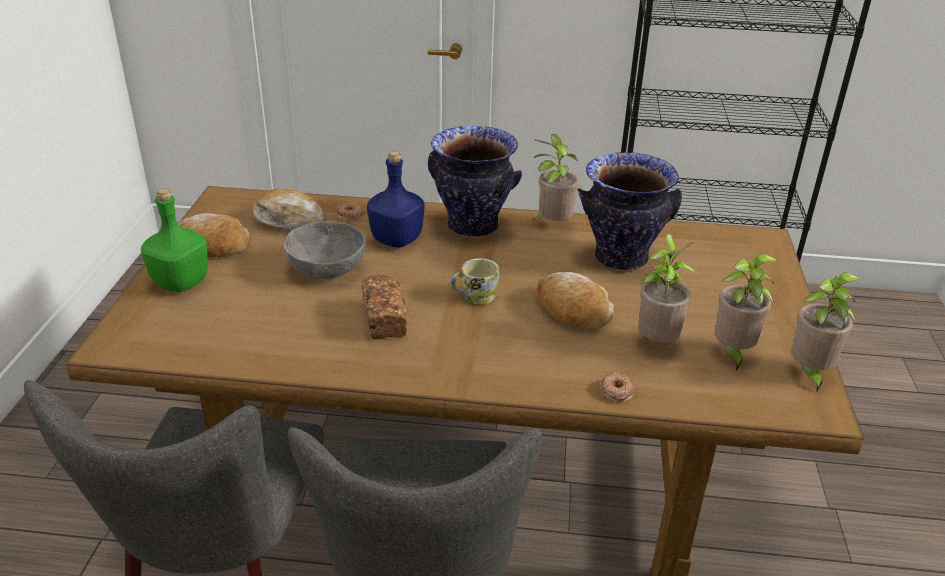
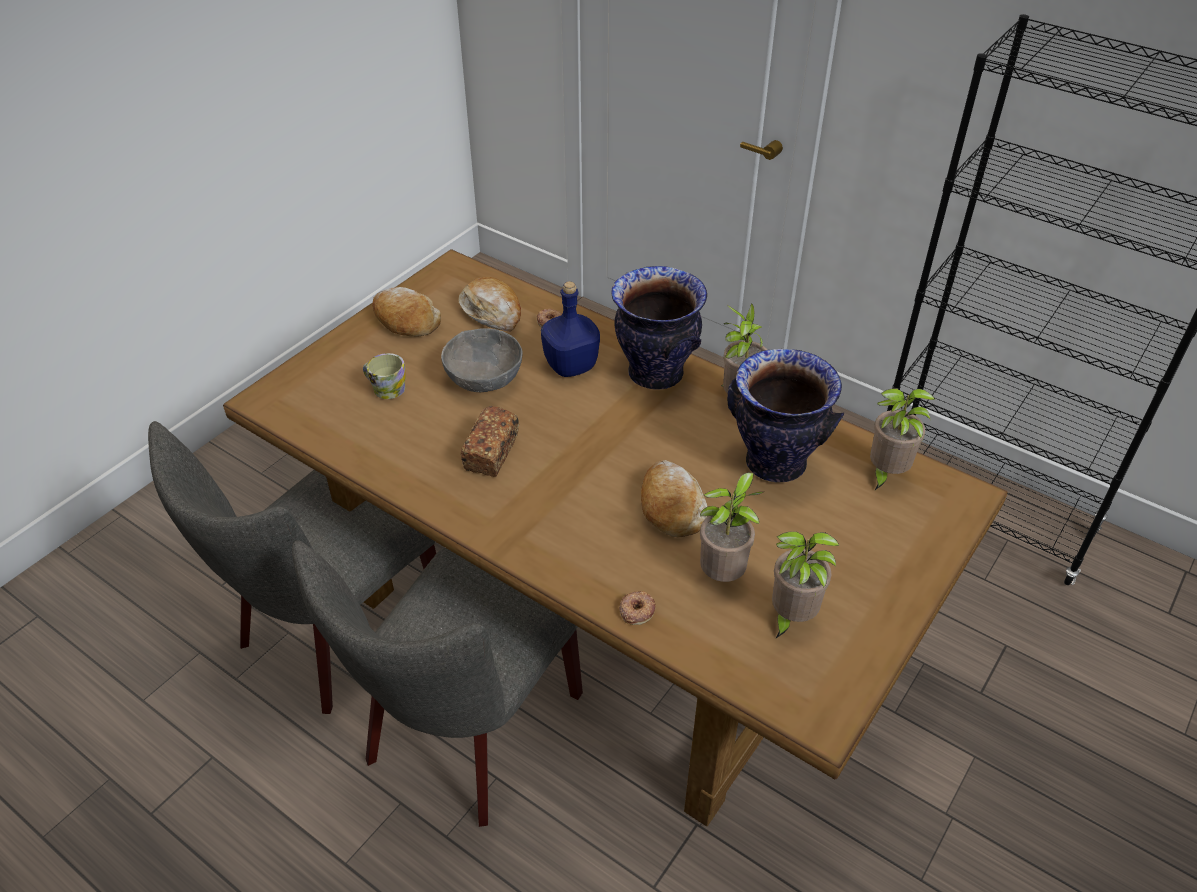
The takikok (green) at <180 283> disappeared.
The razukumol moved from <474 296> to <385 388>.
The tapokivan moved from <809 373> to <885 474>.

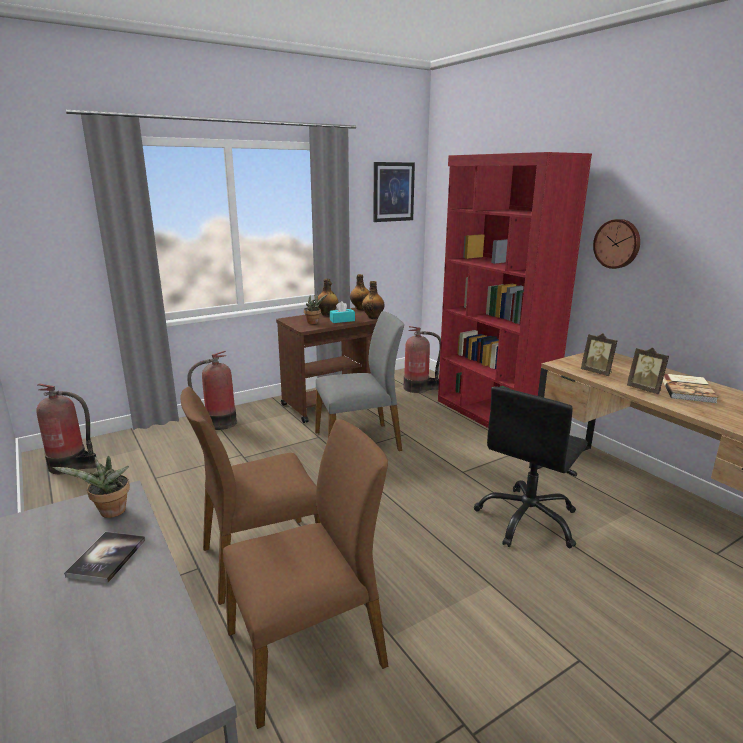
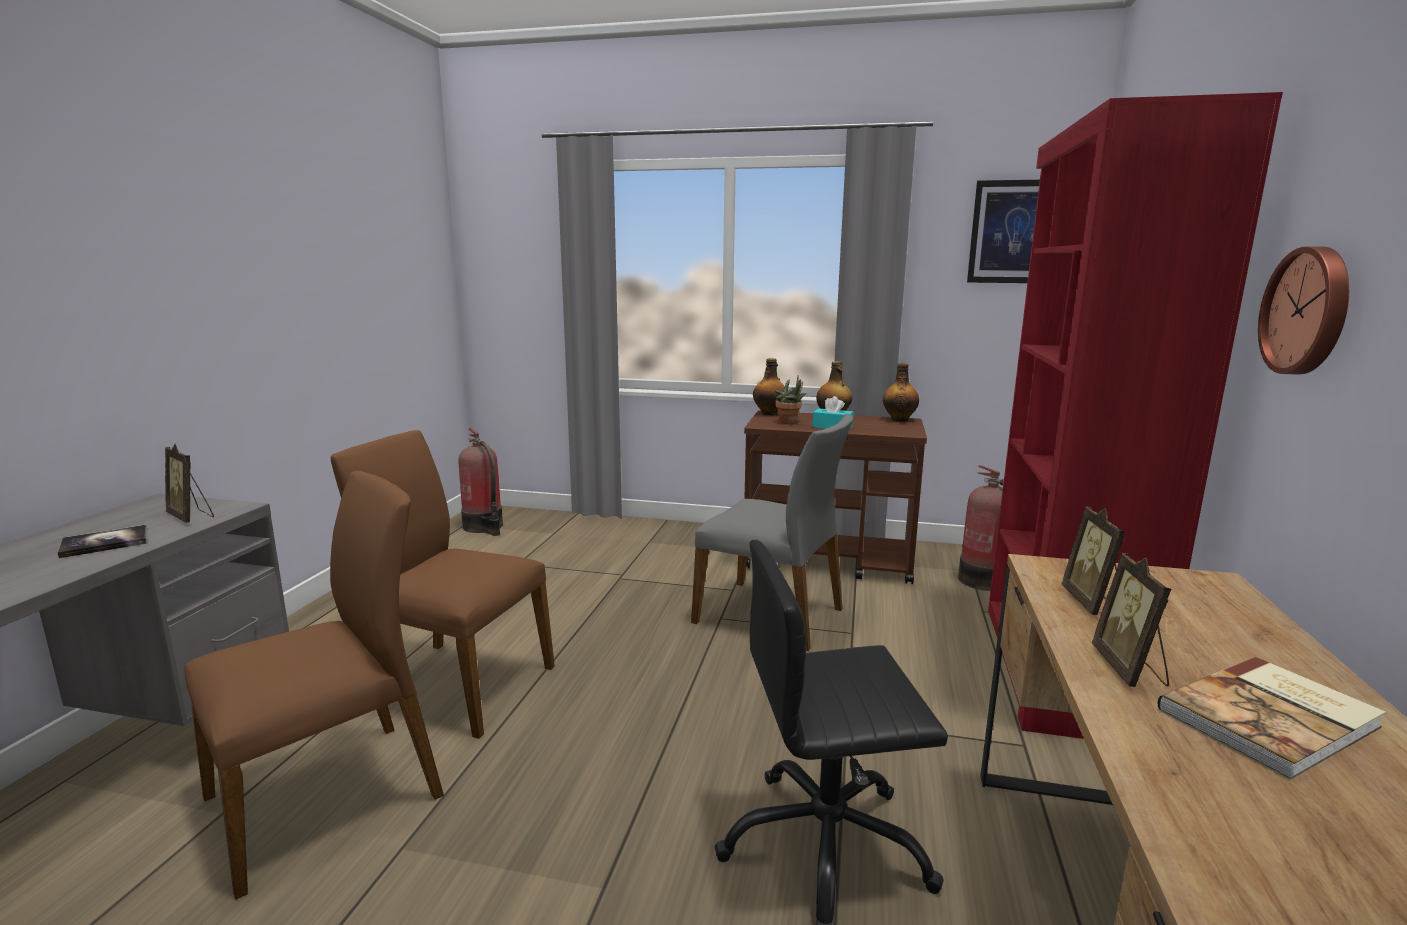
The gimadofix at <218 424> disappeared.
The takikok moved from <373 317> to <769 413>.
The tapokivan at <110 513> was replaced by the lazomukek at <191 517>.
The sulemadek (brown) at <308 649> turned 60 degrees counterclockwise.

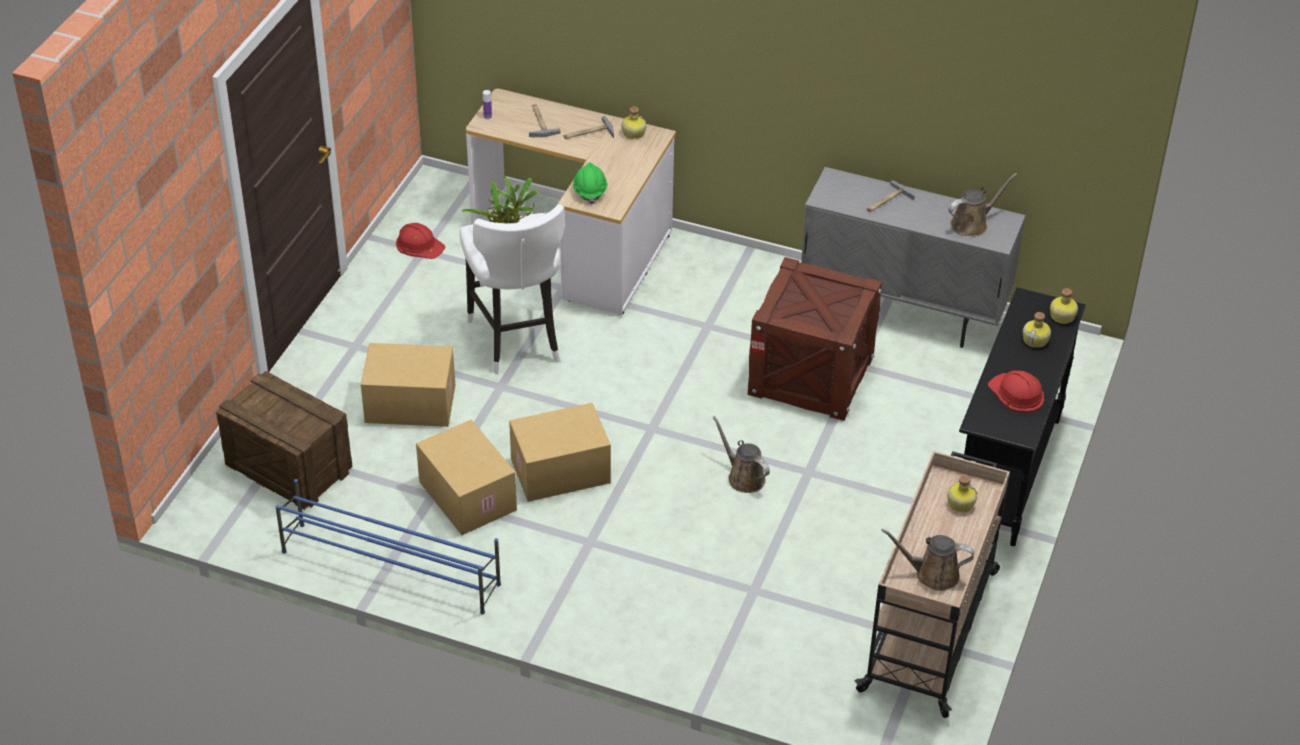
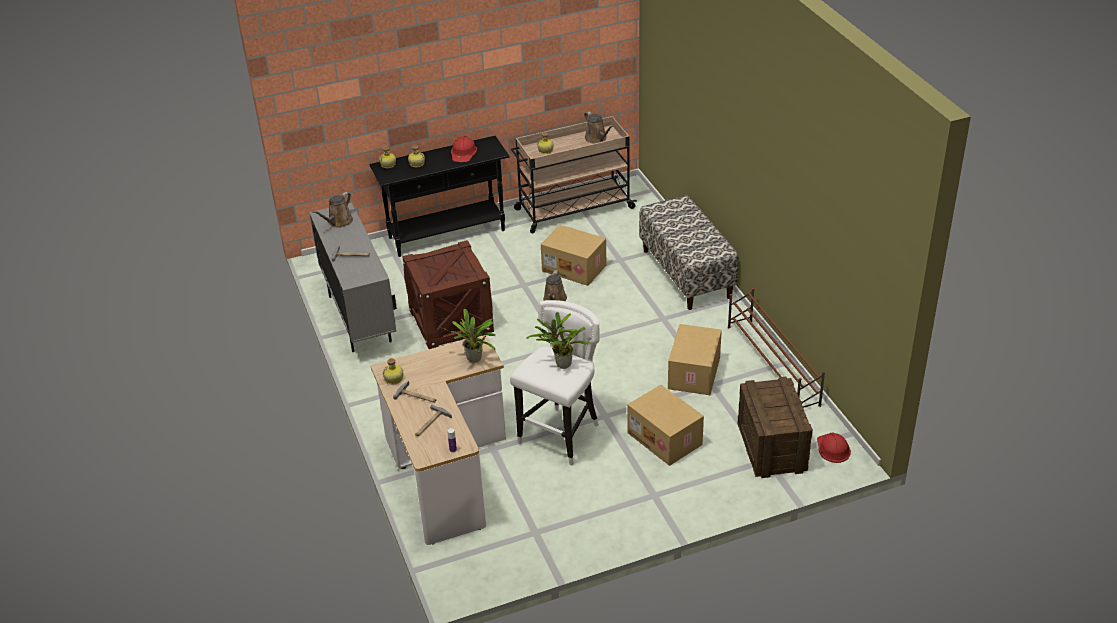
The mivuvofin at <687 274> appeared.
The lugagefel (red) moved from <419 245> to <832 448>.
The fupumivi moved from <560 472> to <575 268>.
The lugagefel (green) at <589 191> was replaced by the tapokivan at <475 360>.
The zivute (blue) at <390 567> became the zivute (brown) at <772 365>.
The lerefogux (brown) at <972 224> turned 75 degrees counterclockwise.

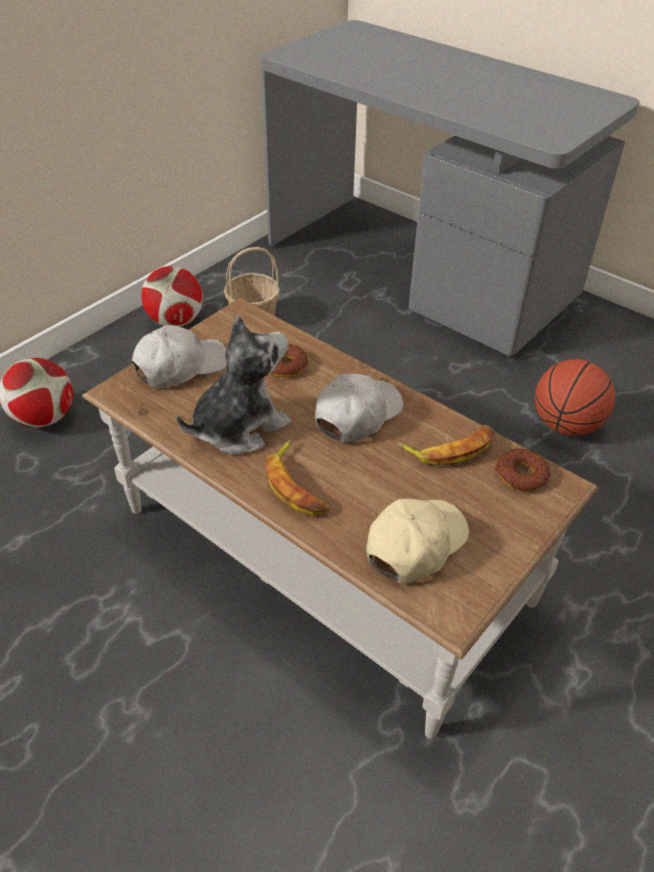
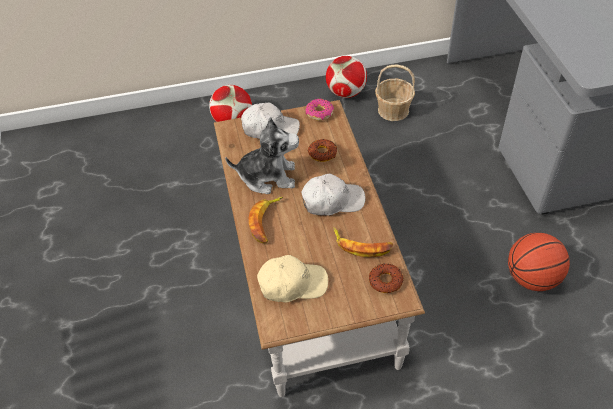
The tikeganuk at <319 113> appeared.

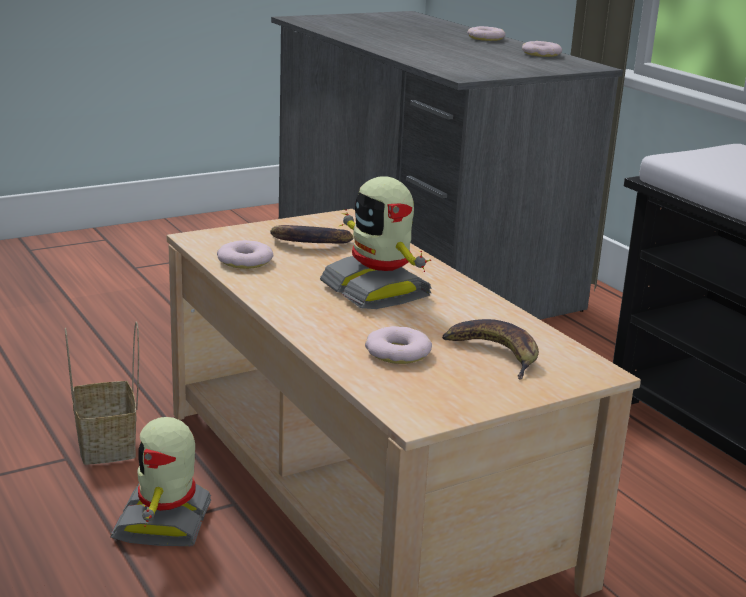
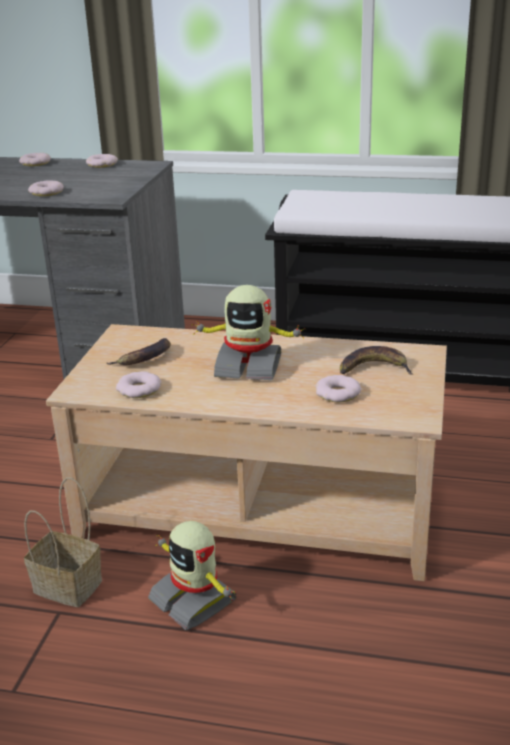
The tikeganuk at <46 192> appeared.

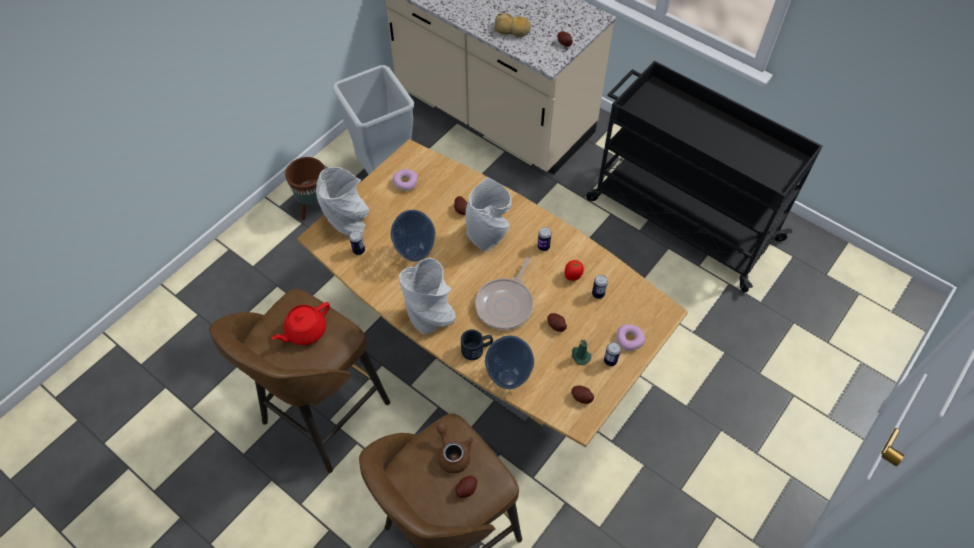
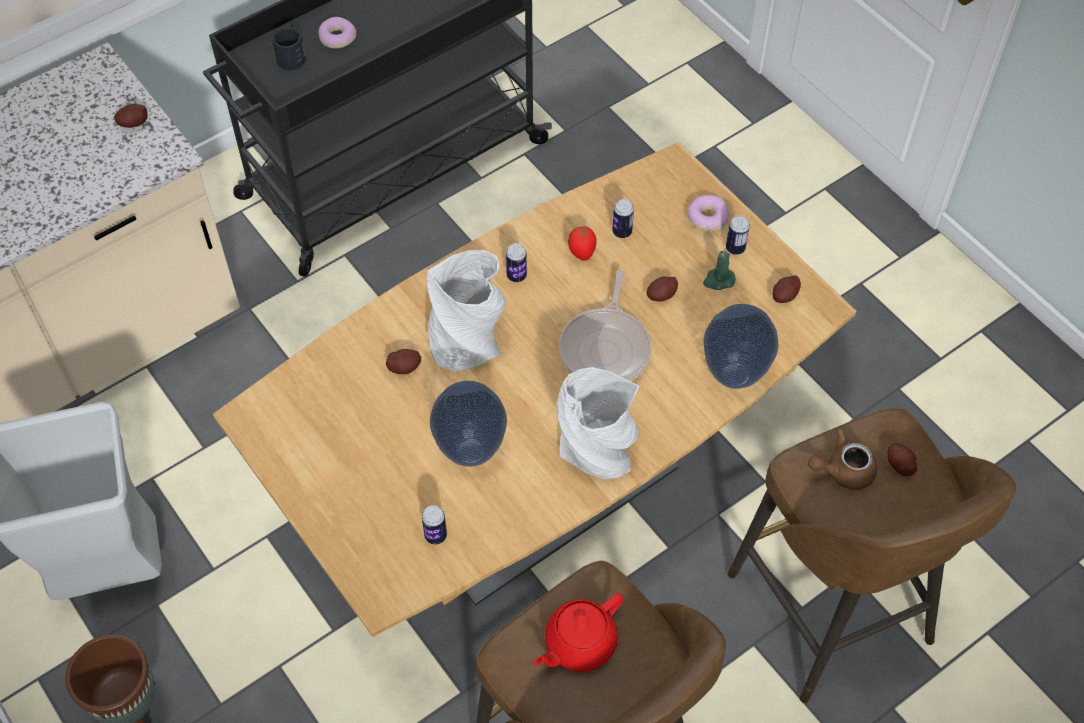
The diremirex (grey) at <348 222> disappeared.
The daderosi at <512 30> disappeared.
The tikeganuk moved from <405 182> to <337 38>.
The razukumol (black) moved from <477 349> to <291 54>.
The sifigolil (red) at <305 331> turned 75 degrees clockwise.
The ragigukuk at <506 304> turned 60 degrees clockwise.

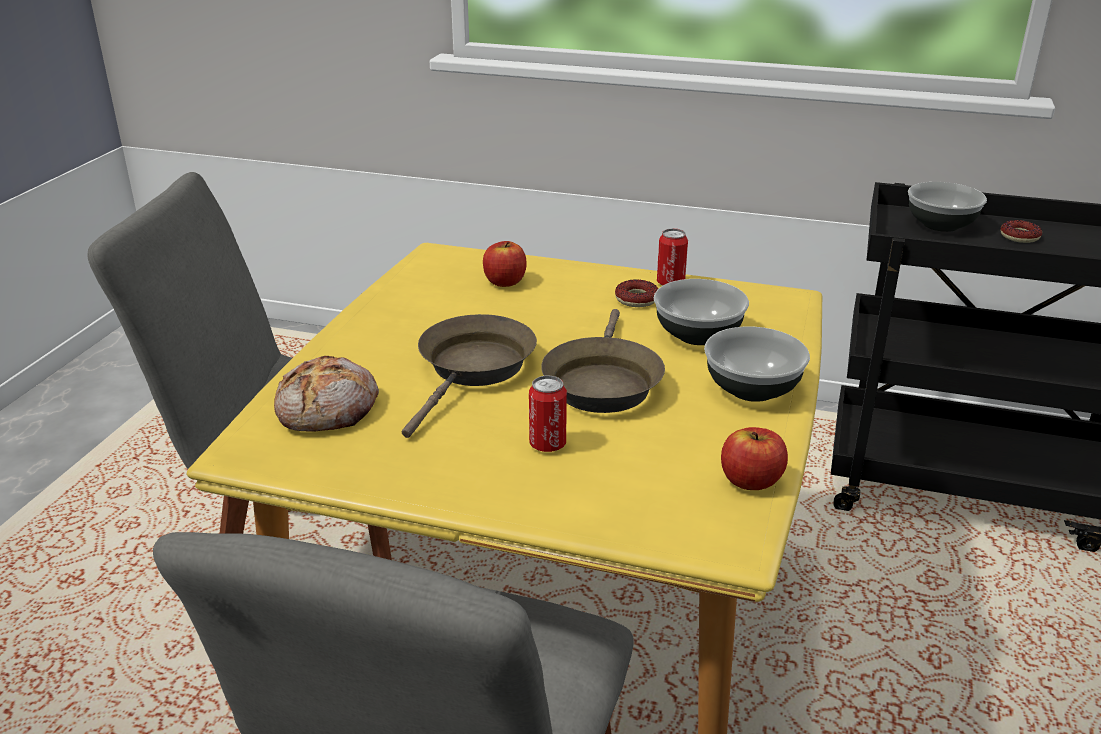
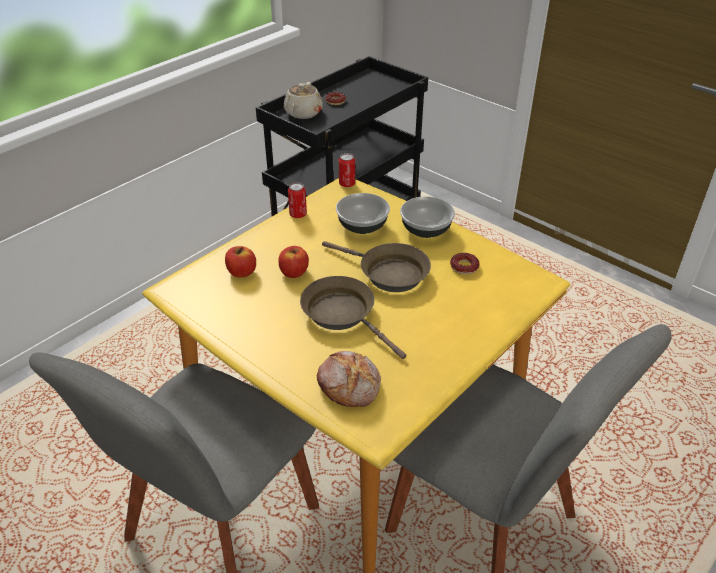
The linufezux moved from <547 444> to <347 184>.
The tikeganuk moved from <636 299> to <464 267>.
The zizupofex moved from <751 480> to <294 272>.
The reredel at <941 224> was replaced by the sifigolil (beige) at <303 113>.

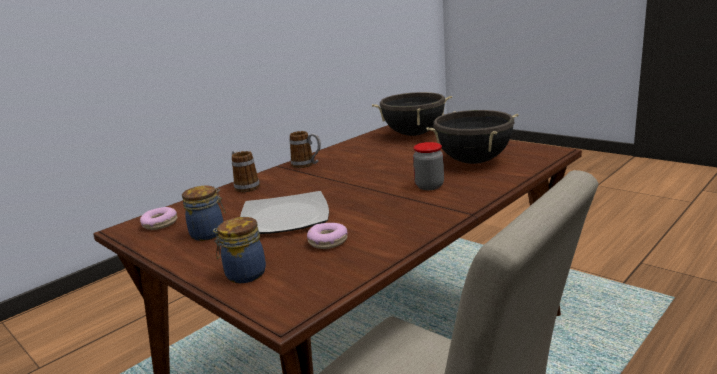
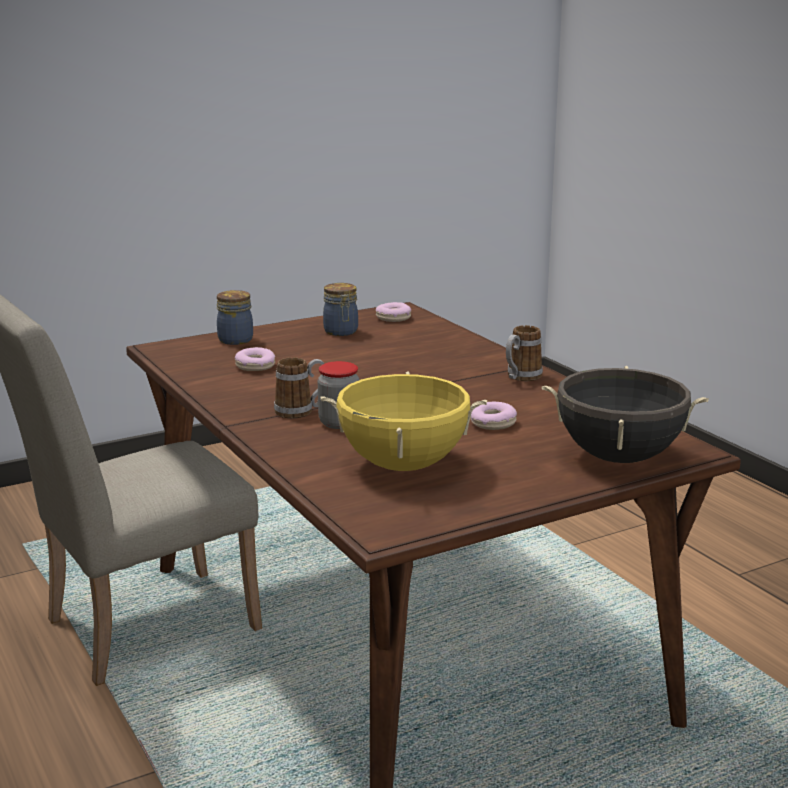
The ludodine at <284 217> disappeared.
The tikeganuk at <492 423> appeared.
The razukumol moved from <245 186> to <301 411>.
The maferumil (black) at <474 161> became the maferumil (yellow) at <403 465>.

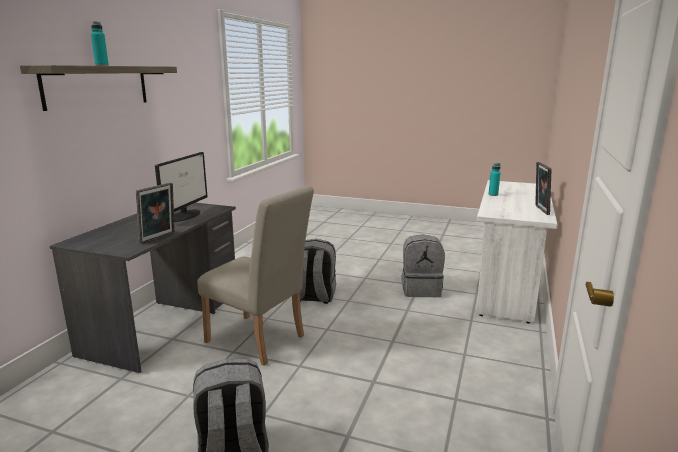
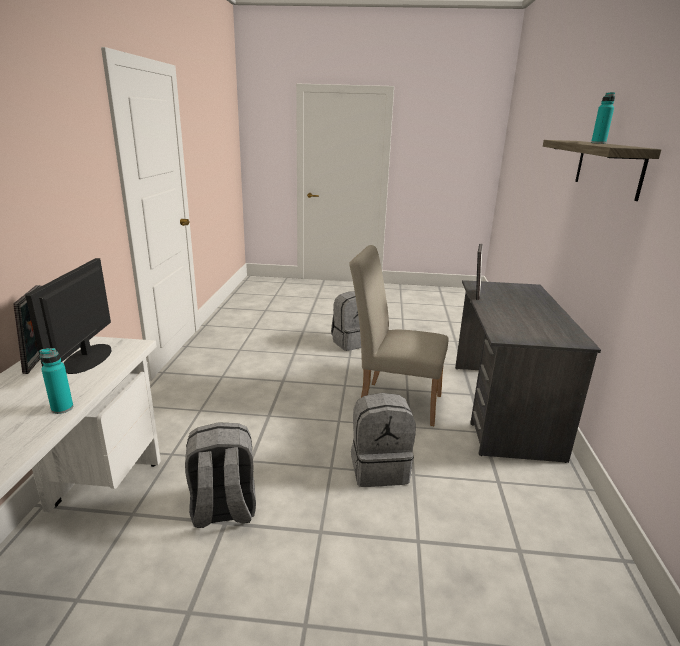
The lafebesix moved from <185 215> to <86 358>.

